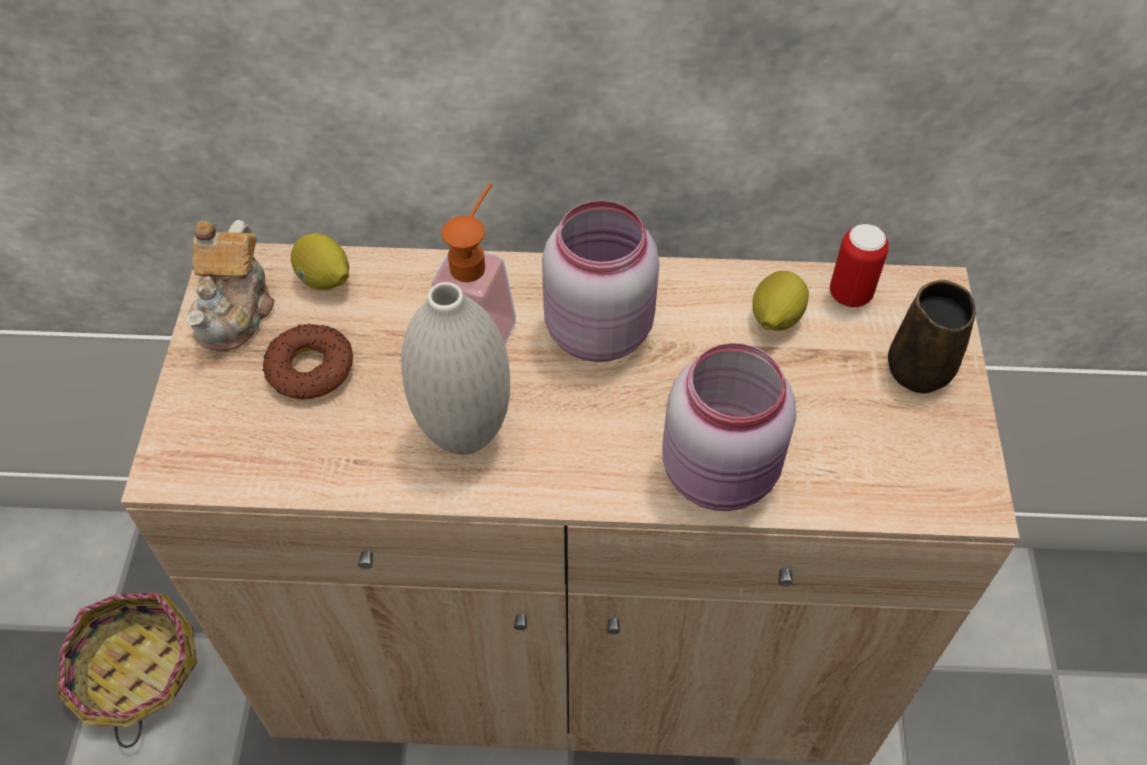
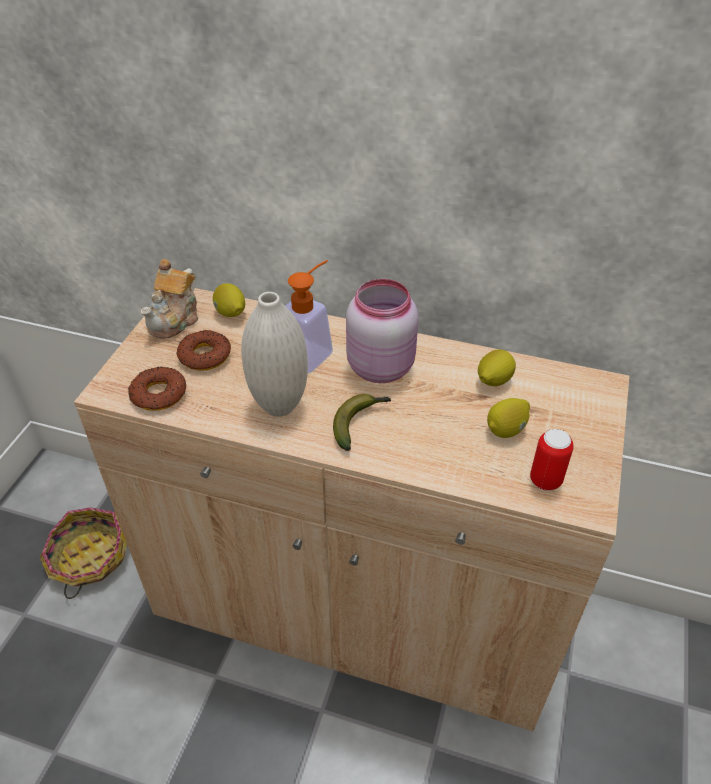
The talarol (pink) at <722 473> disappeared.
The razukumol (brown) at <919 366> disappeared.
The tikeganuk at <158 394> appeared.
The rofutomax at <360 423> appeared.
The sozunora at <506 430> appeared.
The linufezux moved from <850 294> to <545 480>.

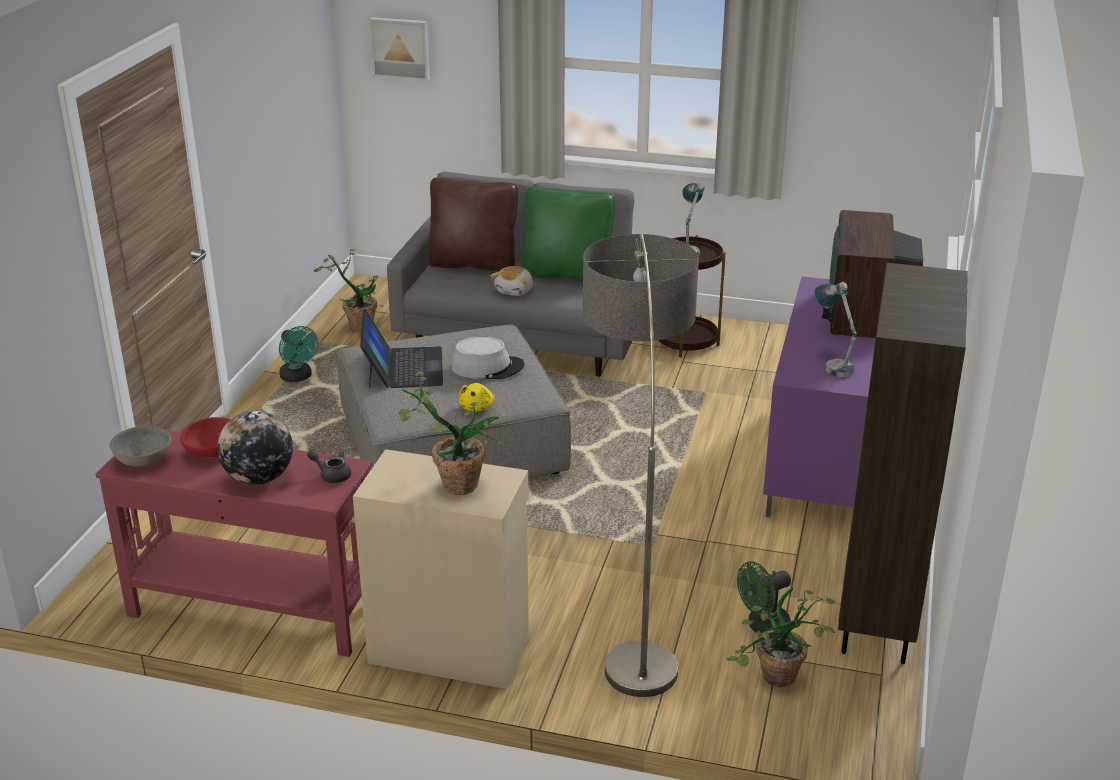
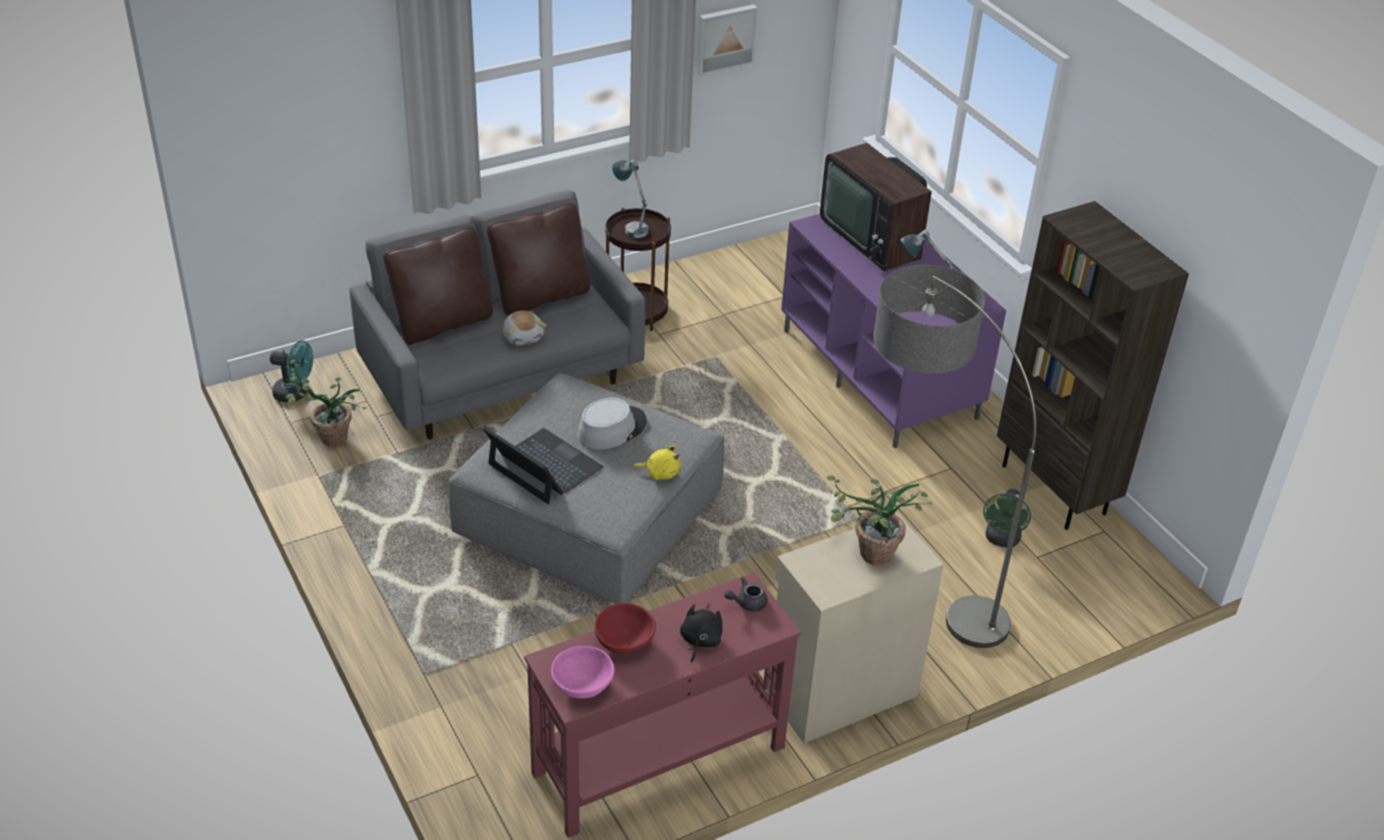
The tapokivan at <775 682> disappeared.
The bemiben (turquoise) moved from <298 377> to <295 393>.
The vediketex moved from <401 48> to <725 38>.
The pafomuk at <259 478> was replaced by the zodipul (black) at <700 641>.
The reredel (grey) at <144 460> became the reredel (pink) at <582 684>.
The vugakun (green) at <567 274> became the vugakun (brown) at <541 296>.
The zodipul (yellow) at <477 407> turned 45 degrees counterclockwise.

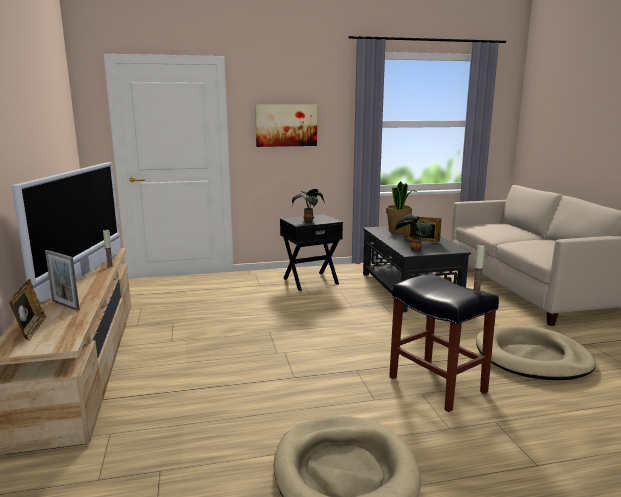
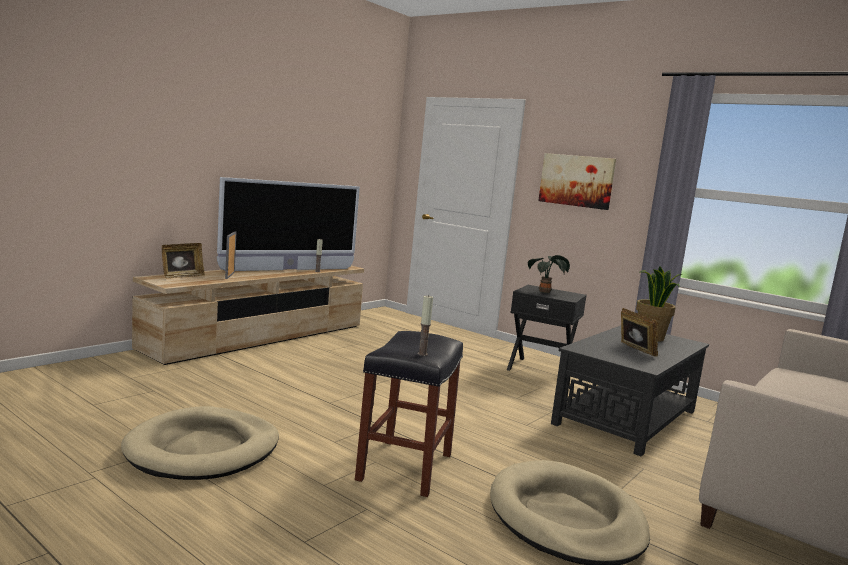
The tapokivan at <414 250> disappeared.

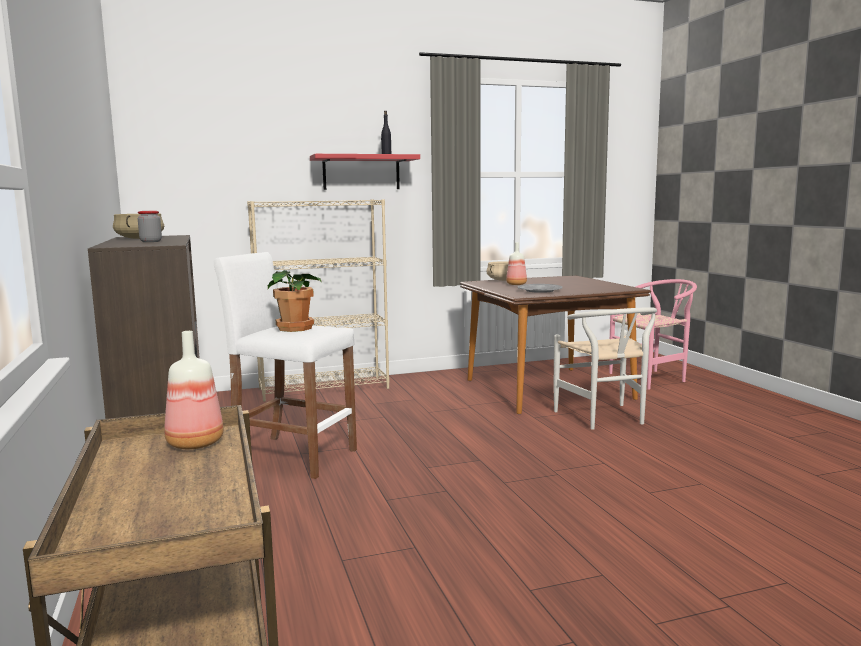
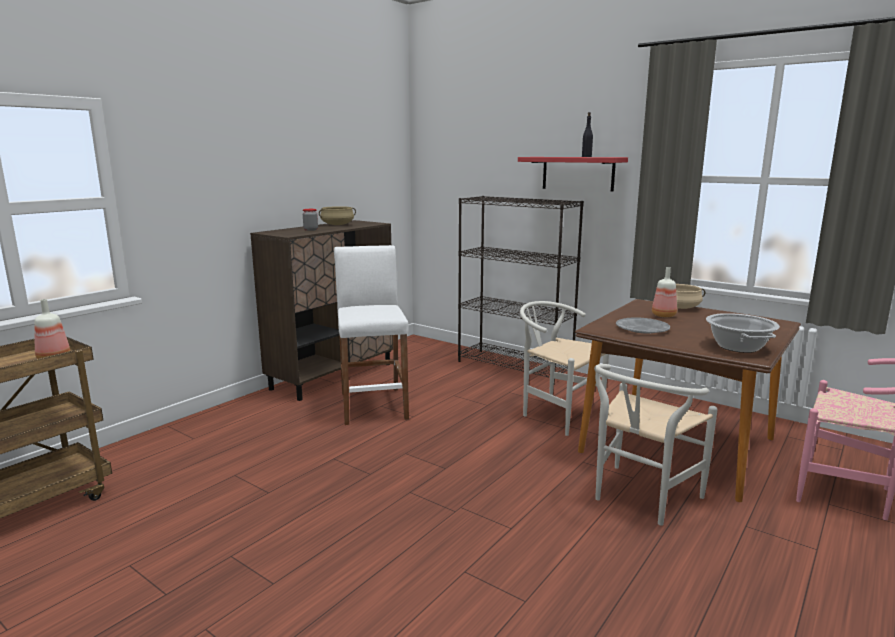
The tapokivan at <296 328> disappeared.
The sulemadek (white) at <556 413> appeared.
The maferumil at <739 347> appeared.
The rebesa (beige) at <324 388> became the rebesa (black) at <515 366>.

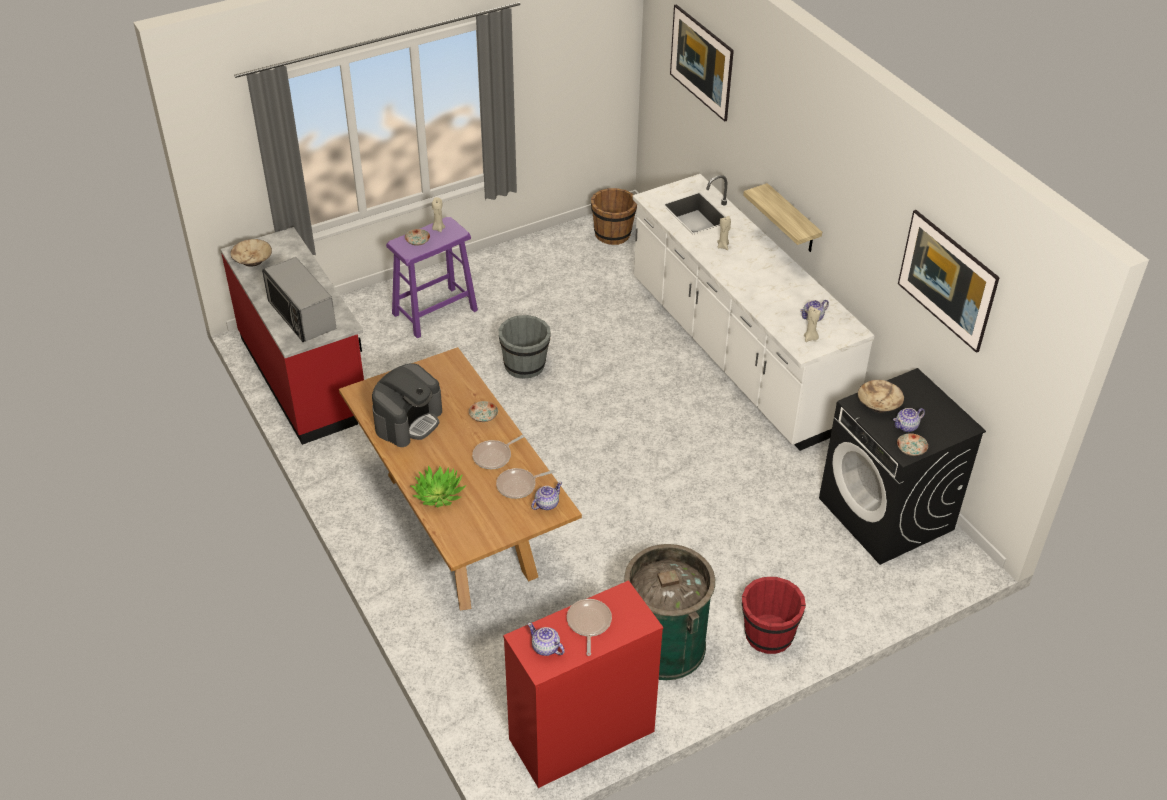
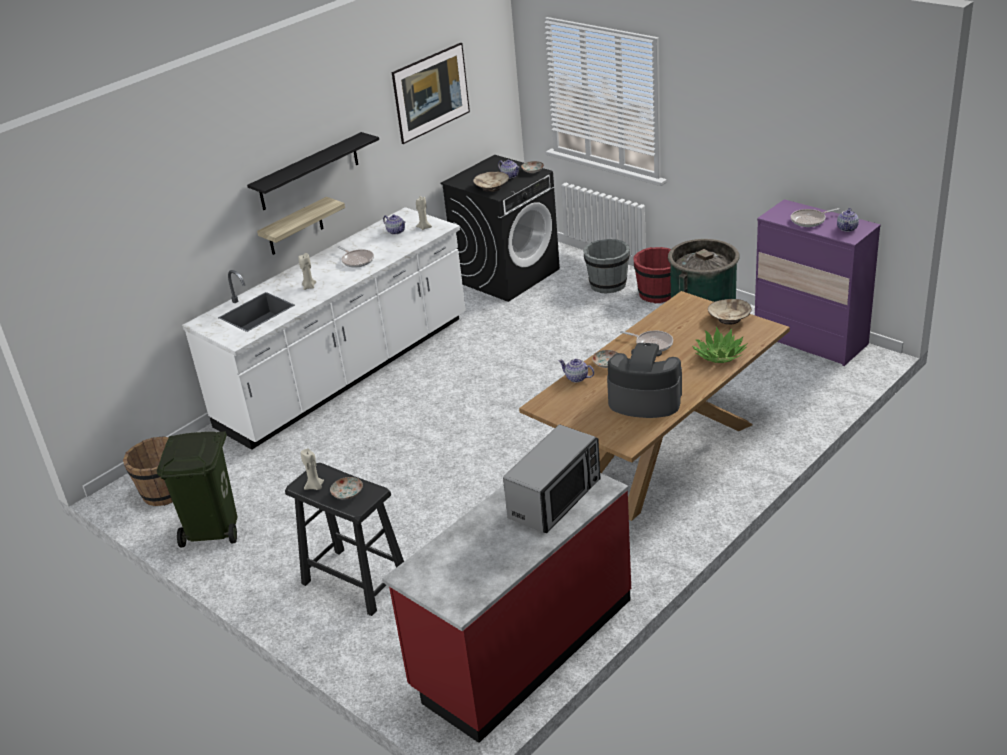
The vediketex at <700 79> disappeared.
The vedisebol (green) at <214 529> appeared.
The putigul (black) at <309 172> appeared.
The reredel (beige) moved from <252 260> to <729 318>.
The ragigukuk moved from <519 485> to <357 260>.
The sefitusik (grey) moved from <525 365> to <608 285>.
The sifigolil moved from <546 504> to <577 378>.
The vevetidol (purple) at <435 312> became the vevetidol (black) at <355 580>.
The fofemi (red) at <581 735> became the fofemi (purple) at <810 340>.

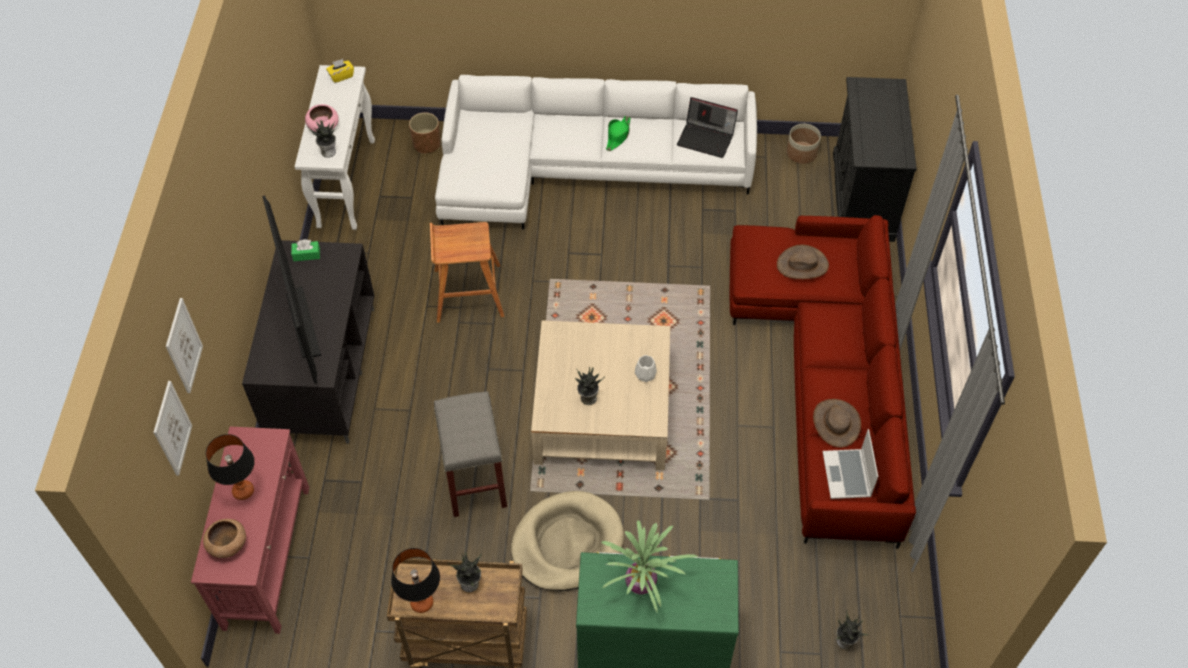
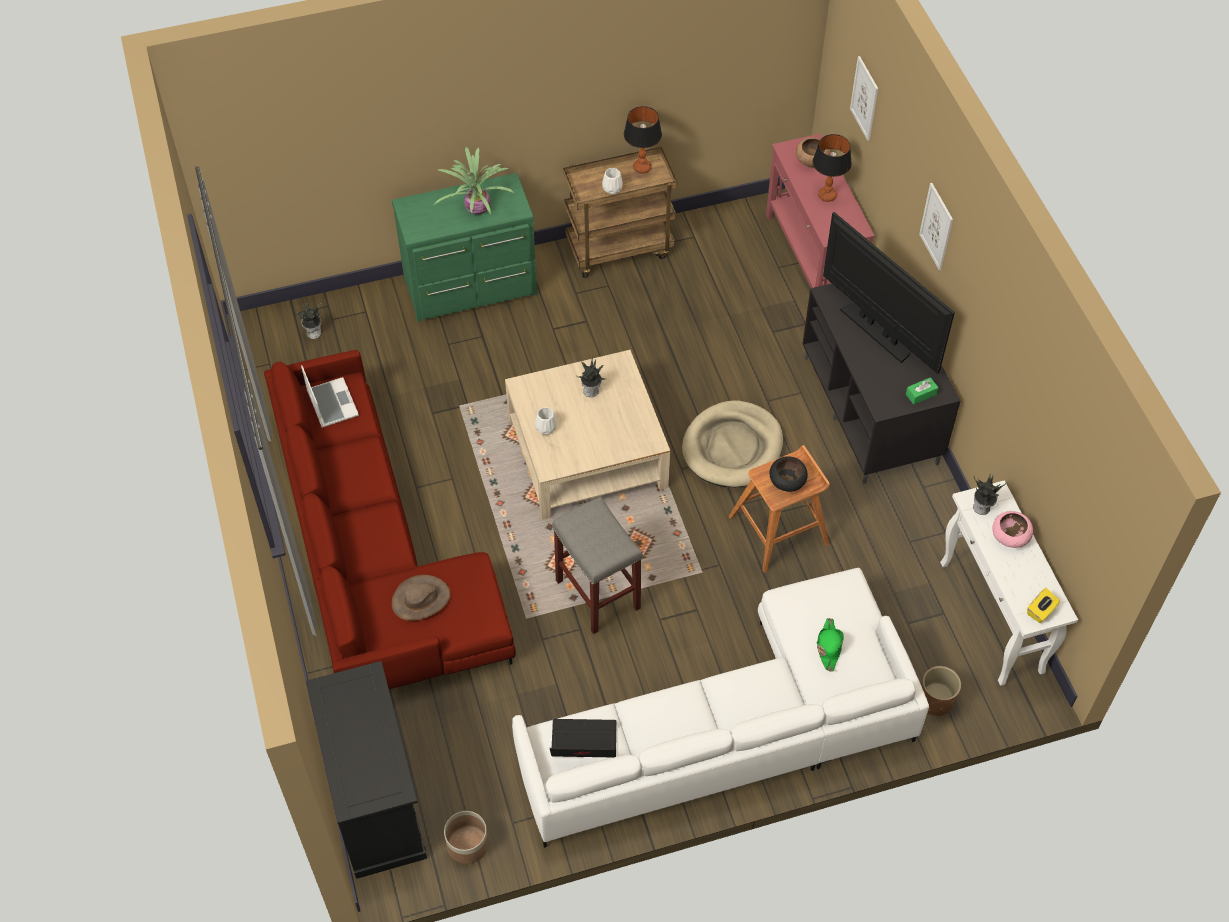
The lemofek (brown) at <836 423> disappeared.
The reredel (black) at <787 481> appeared.
The vediketex moved from <183 346> to <936 226>.
The vevetidol (grey) moved from <474 480> to <599 595>.
The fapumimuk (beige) moved from <567 543> to <732 447>.
The lemofek (green) moved from <618 136> to <829 646>.
The tapokivan at <470 584> was replaced by the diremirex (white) at <612 188>.

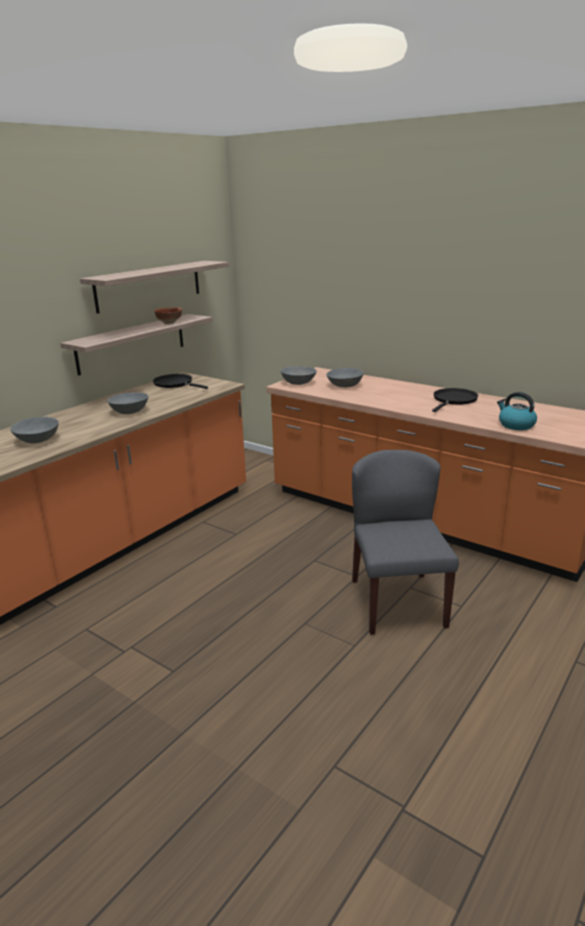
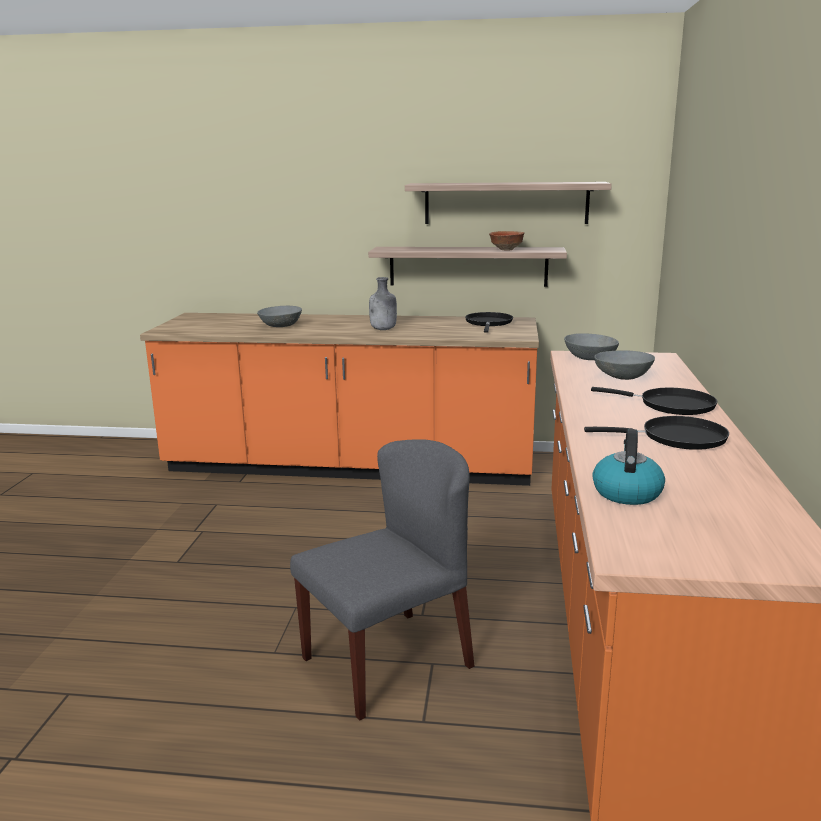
The ragigukuk (black) at <671 405> appeared.
The reredel (grey) at <130 411> was replaced by the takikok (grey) at <383 329>.

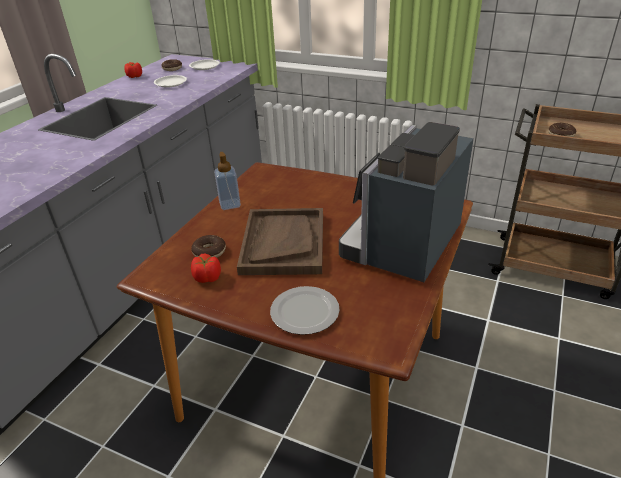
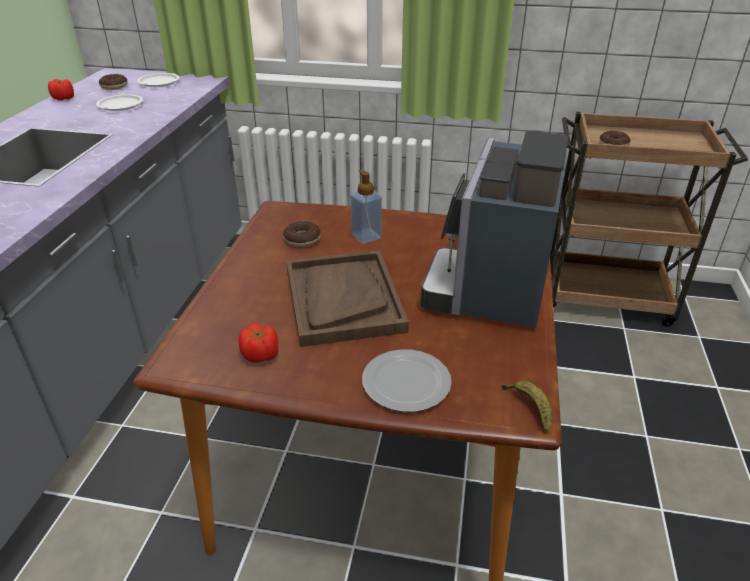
The rofutomax at <529 408> appeared.
The tikeganuk moved from <209 252> to <302 239>.
The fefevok moved from <230 204> to <366 236>.

